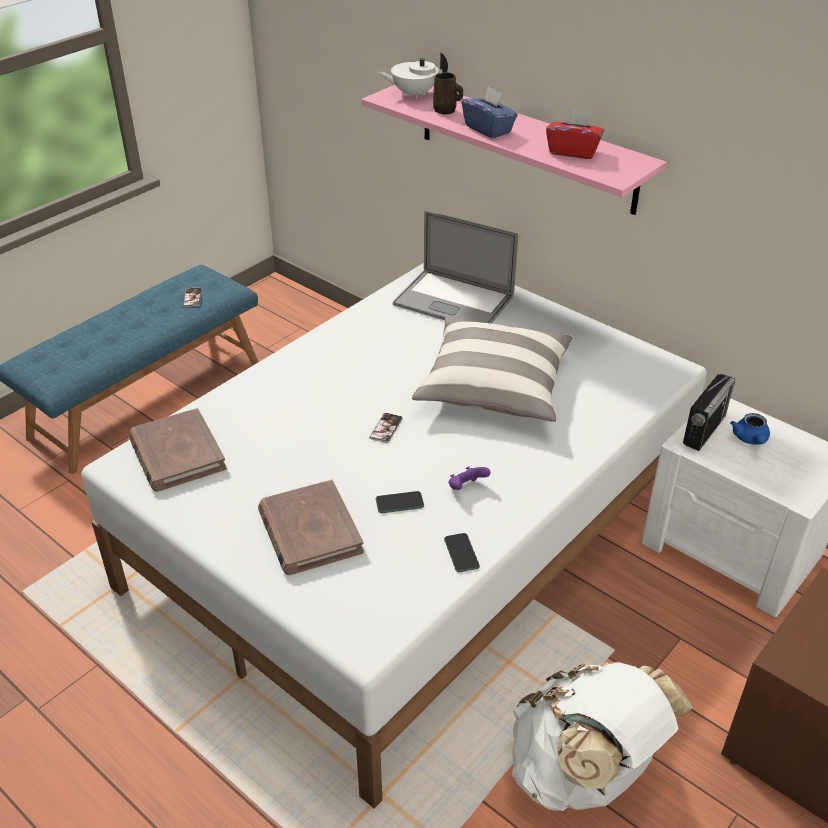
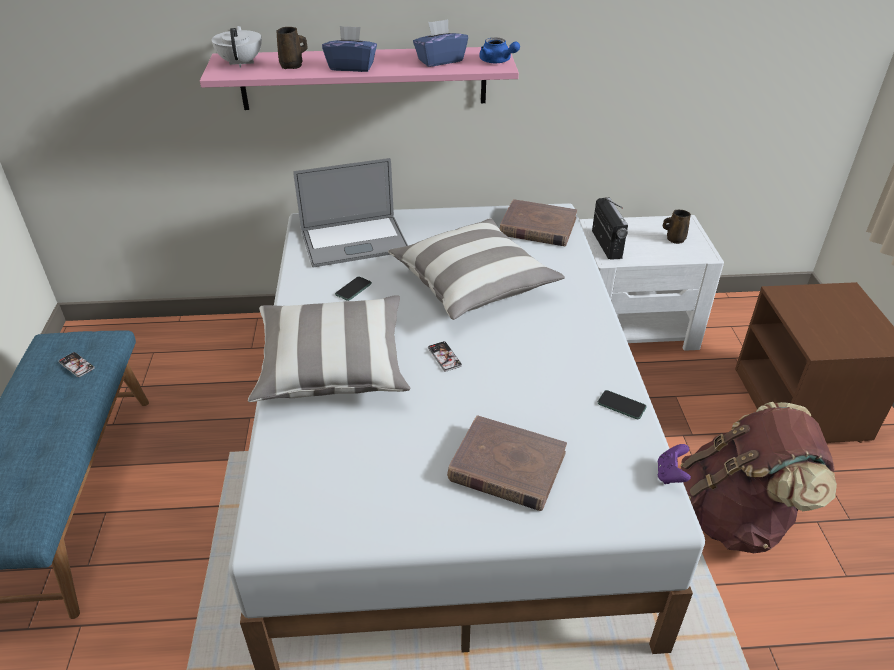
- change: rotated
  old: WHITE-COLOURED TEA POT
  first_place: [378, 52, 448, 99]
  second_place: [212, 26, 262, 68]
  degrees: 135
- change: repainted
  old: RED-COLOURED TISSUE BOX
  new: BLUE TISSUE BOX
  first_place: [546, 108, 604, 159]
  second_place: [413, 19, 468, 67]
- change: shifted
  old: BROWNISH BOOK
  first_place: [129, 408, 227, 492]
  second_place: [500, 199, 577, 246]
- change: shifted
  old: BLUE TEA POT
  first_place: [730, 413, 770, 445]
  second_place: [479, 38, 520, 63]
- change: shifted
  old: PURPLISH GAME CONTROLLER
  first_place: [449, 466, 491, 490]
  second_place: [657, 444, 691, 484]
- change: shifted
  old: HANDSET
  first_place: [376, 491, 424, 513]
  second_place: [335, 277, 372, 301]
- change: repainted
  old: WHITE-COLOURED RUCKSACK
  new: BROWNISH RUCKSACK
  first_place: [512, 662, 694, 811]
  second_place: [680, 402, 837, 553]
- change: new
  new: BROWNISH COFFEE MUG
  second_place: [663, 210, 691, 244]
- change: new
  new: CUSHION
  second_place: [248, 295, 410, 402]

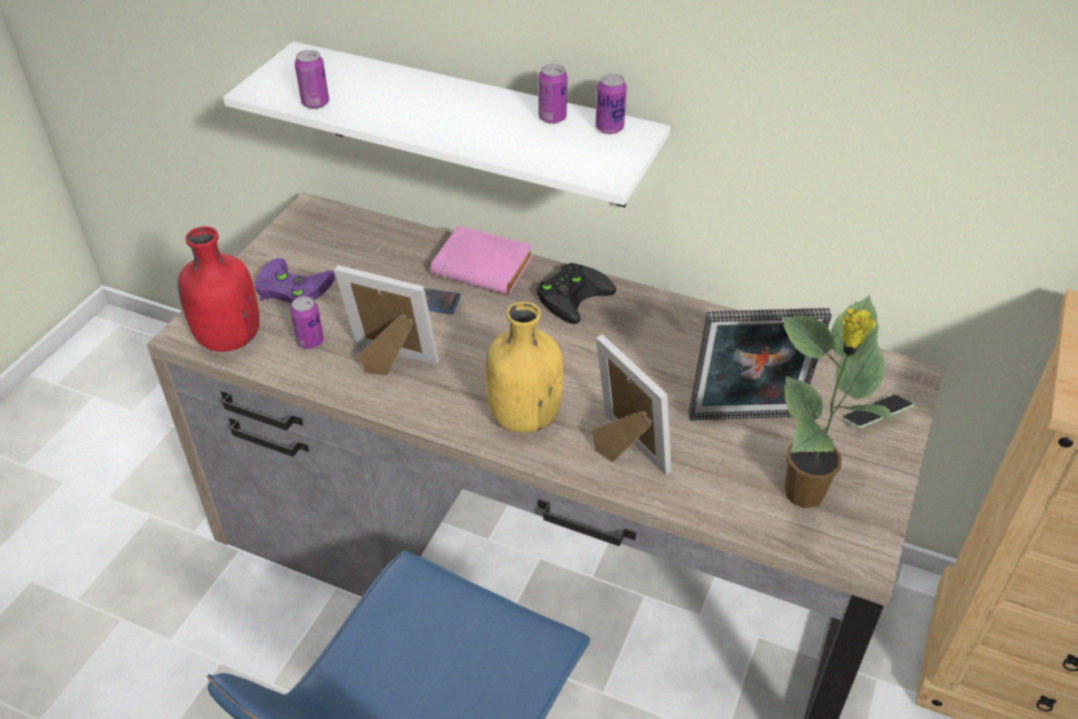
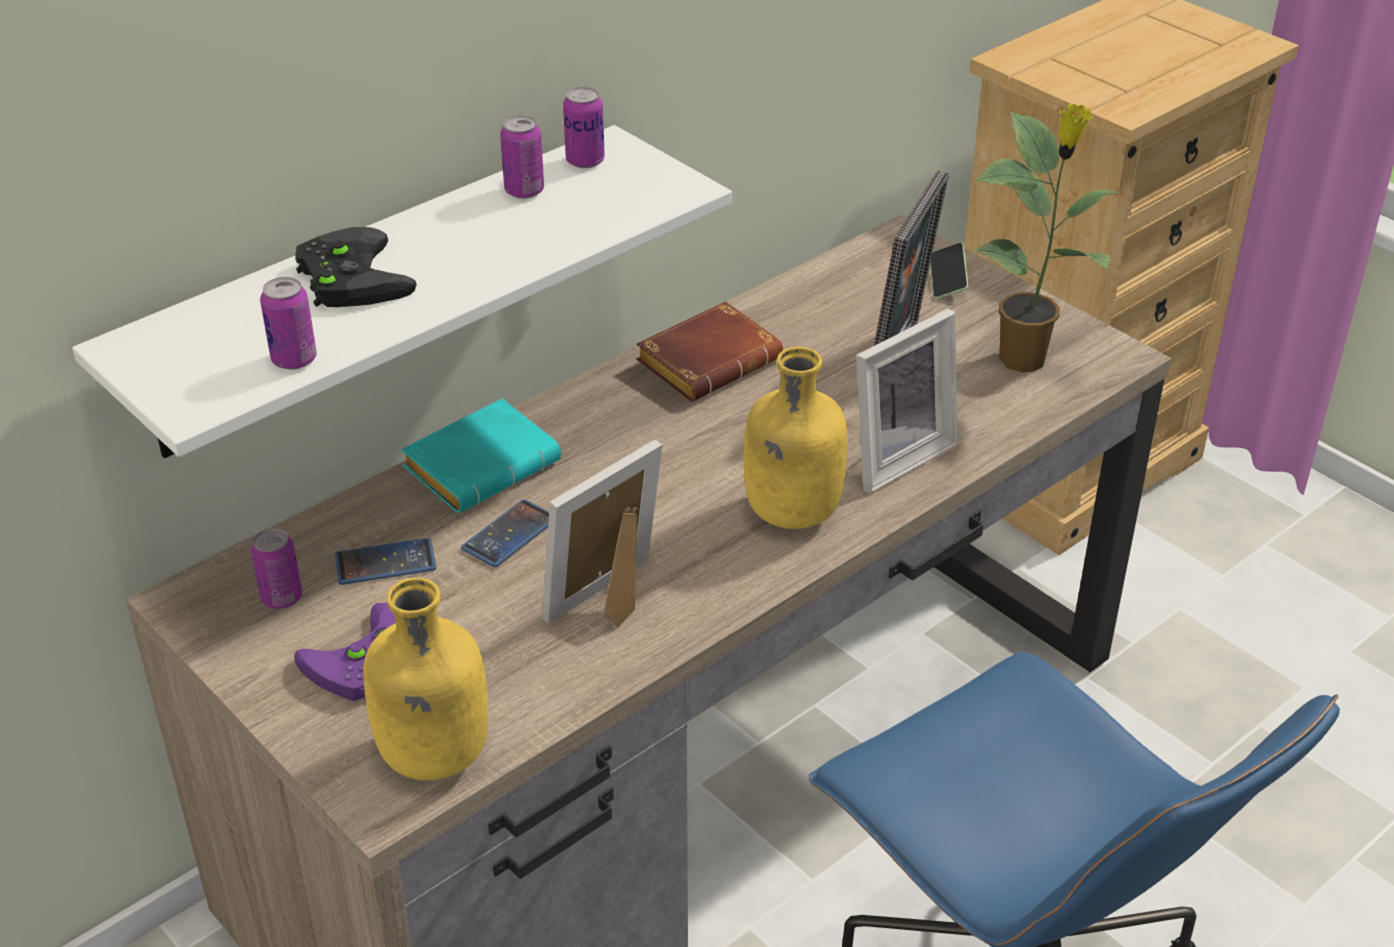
- change: repainted
  old: RED-COLOURED DRINK BOTTLE
  new: YELLOW DRINK BOTTLE
  first_place: [178, 226, 259, 352]
  second_place: [363, 577, 488, 780]
- change: repainted
  old: PINK-COLOURED BOOK
  new: BLUE-GREEN BOOK
  first_place: [431, 226, 533, 294]
  second_place: [401, 399, 561, 513]
- change: shifted
  old: BLACKISH GAME CONTROLLER
  first_place: [537, 263, 616, 324]
  second_place: [296, 227, 417, 307]
- change: shifted
  old: CAN
  first_place: [290, 296, 324, 349]
  second_place: [251, 529, 302, 609]
- change: rotated
  old: PHOTO FRAME
  first_place: [592, 335, 671, 476]
  second_place: [856, 309, 958, 493]
  degrees: 150
- change: new
  new: BROWNISH BOOK
  second_place: [636, 301, 783, 402]
- change: new
  new: HANDSET
  second_place: [335, 538, 436, 585]

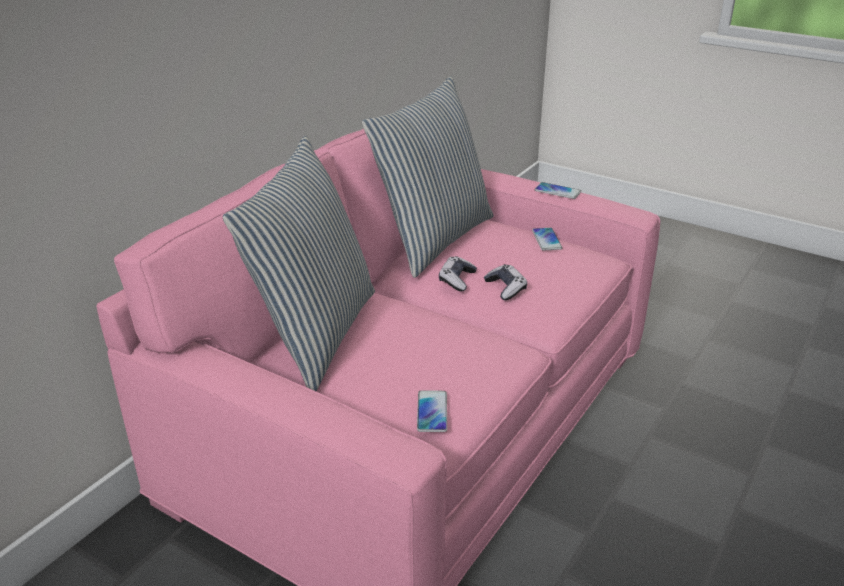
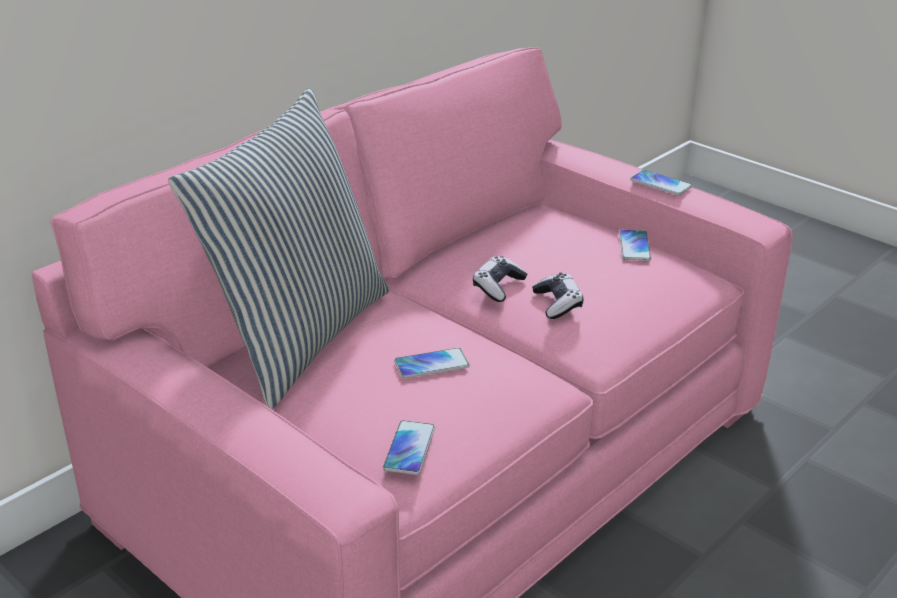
- change: gone
  old: CUSHION
  first_place: [362, 76, 493, 278]
- change: new
  new: HANDSET
  second_place: [394, 348, 469, 378]

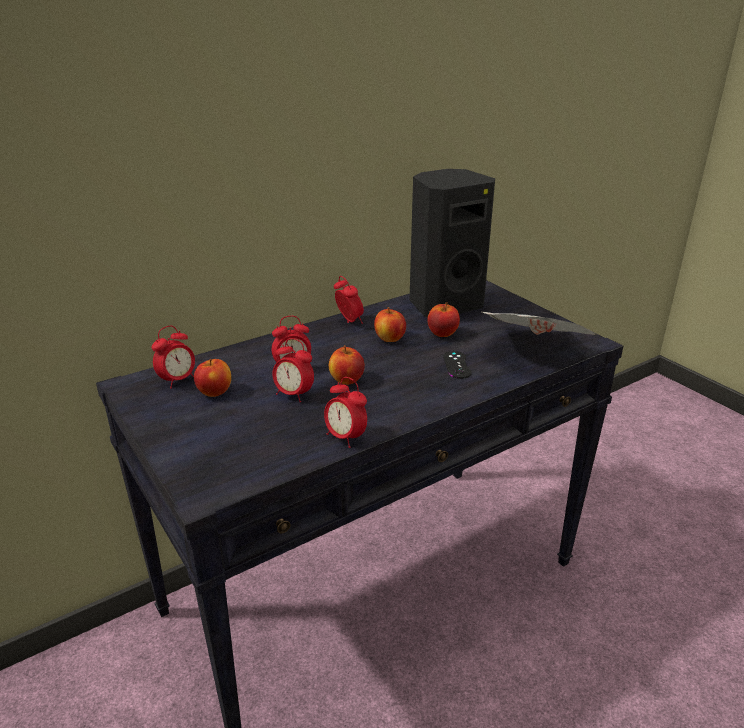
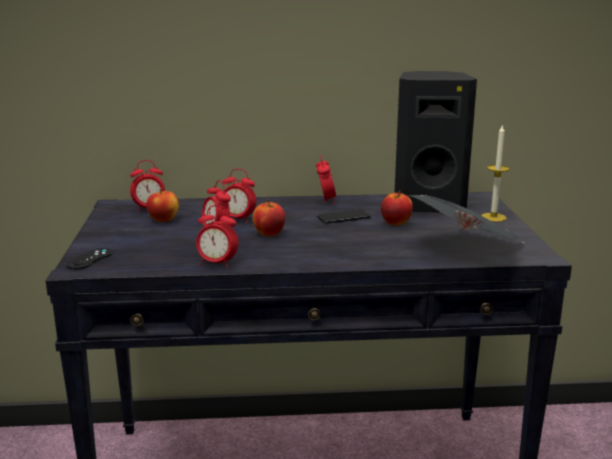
- change: swapped
  old: WHOLE APPLE
  new: HANDSET
  first_place: [374, 307, 406, 342]
  second_place: [317, 209, 371, 224]
- change: shifted
  old: BLACKISH GAME CONTROLLER
  first_place: [443, 351, 472, 379]
  second_place: [66, 248, 113, 270]
- change: rotated
  old: TABLE CLOCK
  first_place: [324, 377, 367, 448]
  second_place: [196, 205, 238, 268]
  degrees: -60
- change: new
  new: CANDLE
  second_place: [481, 124, 510, 222]

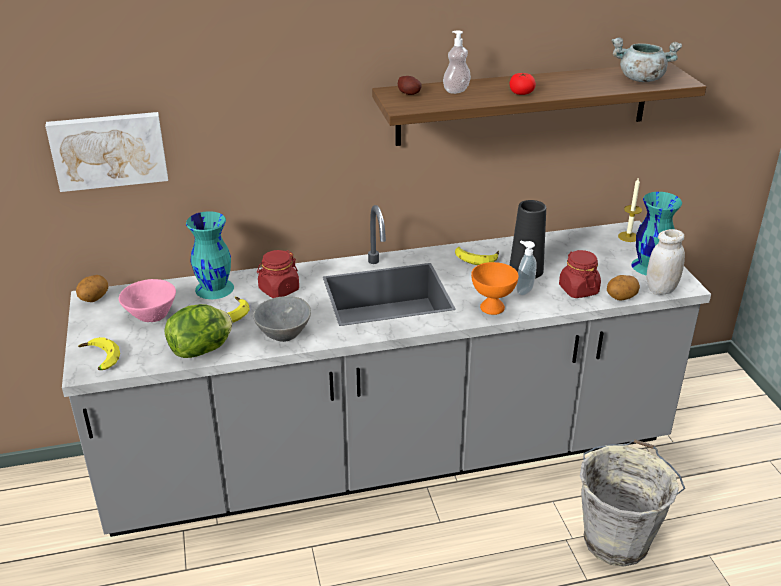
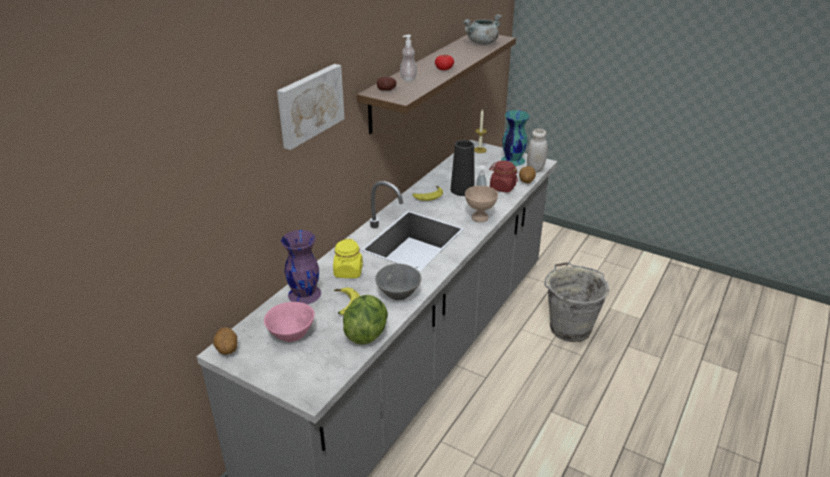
- change: shifted
  old: WALL ART
  first_place: [45, 112, 168, 192]
  second_place: [277, 64, 345, 150]
- change: repainted
  old: BLUE-GREEN DECORATIVE VASE
  new: PURPLISH DECORATIVE VASE
  first_place: [186, 211, 234, 299]
  second_place: [281, 230, 321, 304]
- change: repainted
  old: RED-COLOURED STORAGE JAR
  new: YELLOW STORAGE JAR
  first_place: [257, 250, 299, 298]
  second_place: [333, 239, 363, 278]
- change: repainted
  old: ORANGEY SERVING BOWL
  new: SAND-COLOURED SERVING BOWL
  first_place: [471, 262, 518, 315]
  second_place: [465, 186, 498, 222]
- change: gone
  old: WHOLE BANANA
  first_place: [78, 337, 120, 370]

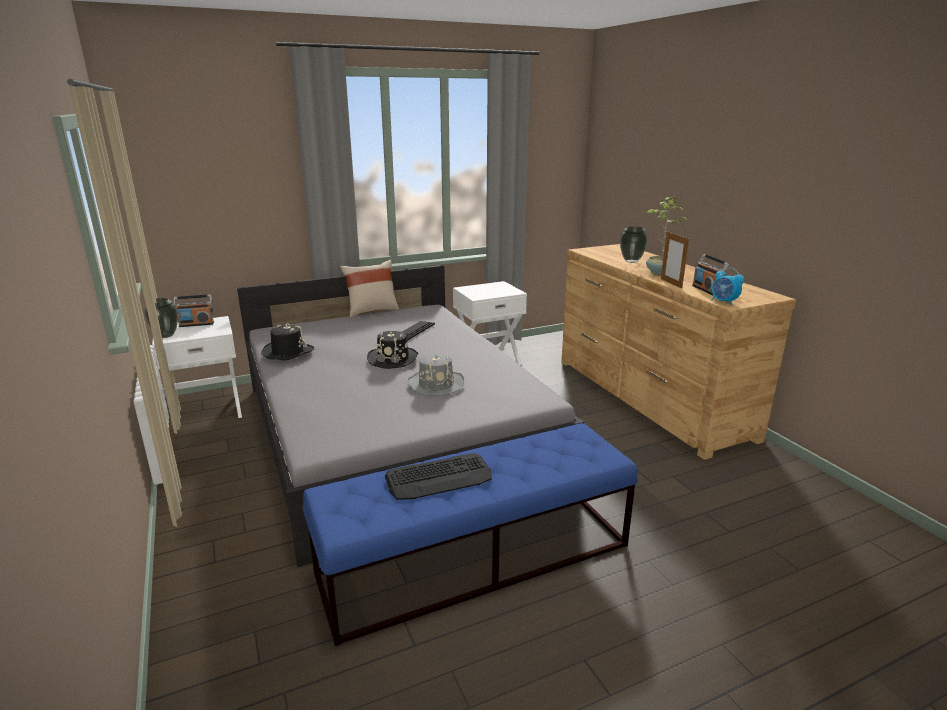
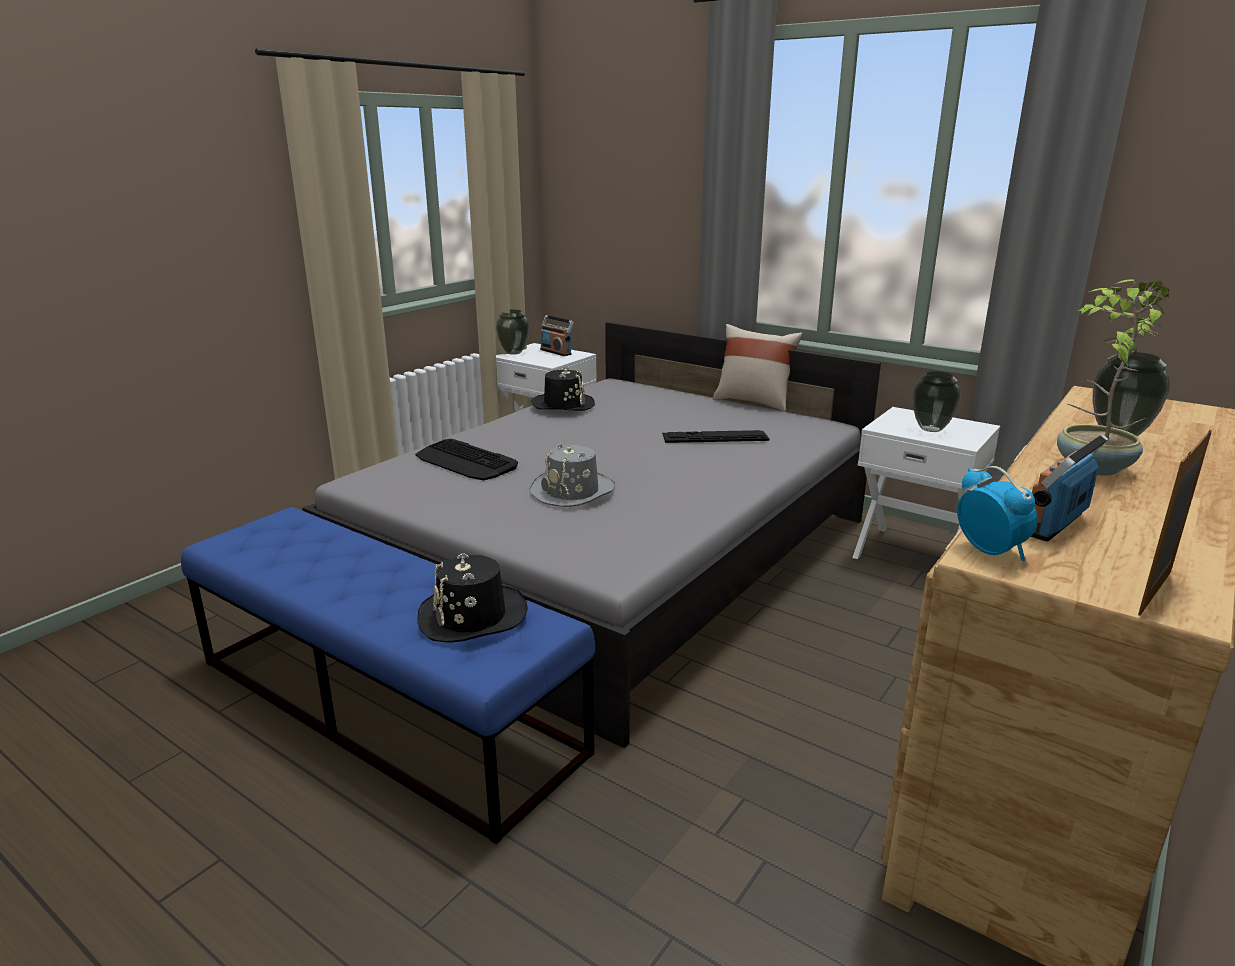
- change: shifted
  old: PHOTO FRAME
  first_place: [661, 232, 689, 289]
  second_place: [1138, 429, 1212, 616]
- change: rotated
  old: TABLE CLOCK
  first_place: [711, 268, 744, 305]
  second_place: [957, 466, 1037, 561]
  degrees: 135
- change: shifted
  old: BLACKISH CLOTHING HAT
  first_place: [367, 331, 418, 369]
  second_place: [417, 553, 528, 643]
- change: shifted
  old: COMPUTER KEYBOARD
  first_place: [385, 453, 492, 500]
  second_place: [415, 439, 518, 480]
- change: new
  new: DECORATIVE VASE
  second_place: [912, 371, 961, 432]

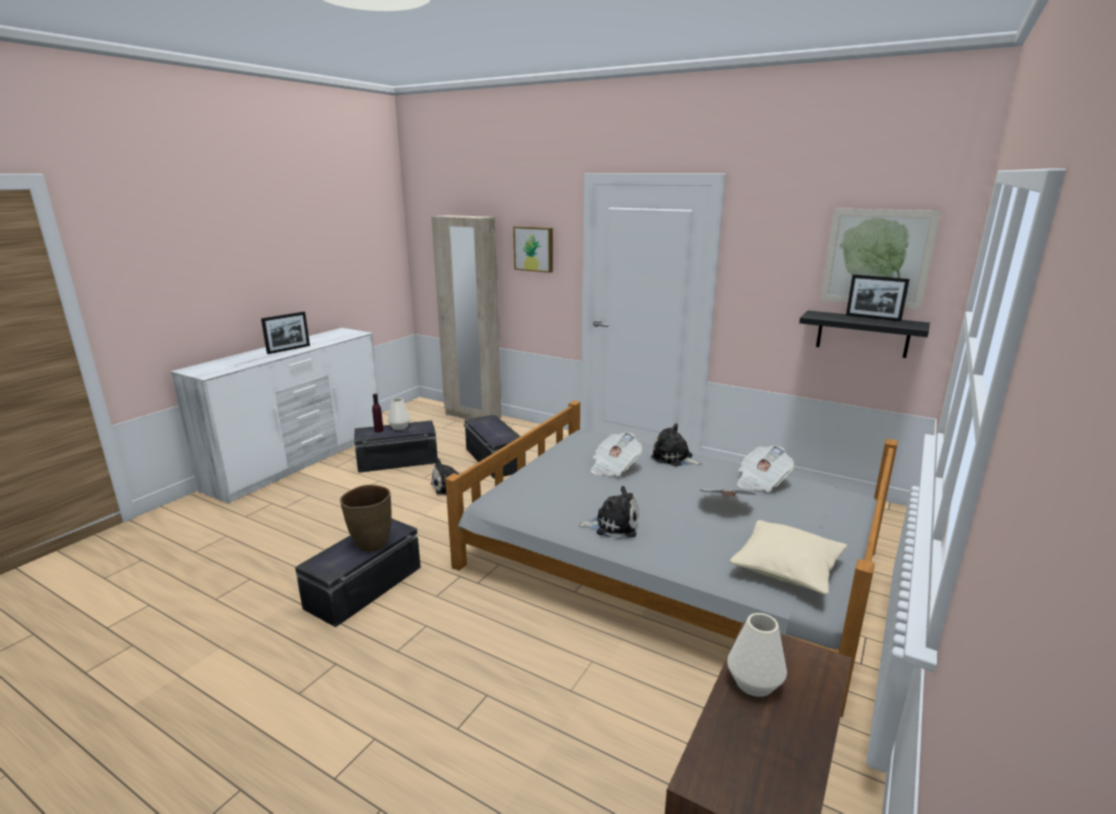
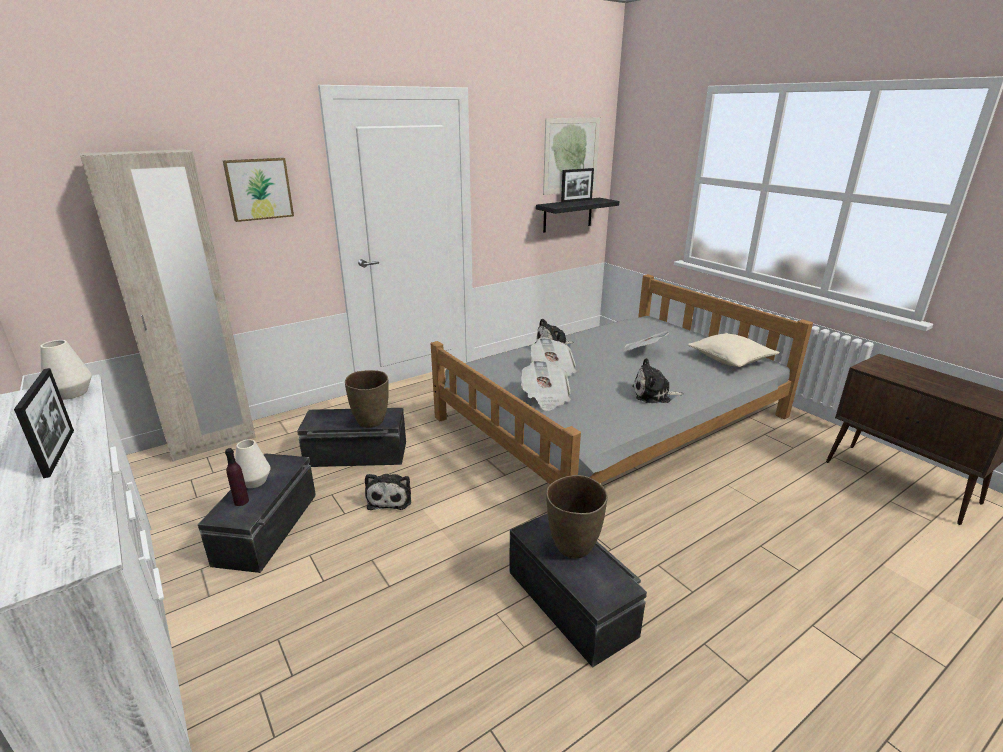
- change: shifted
  old: PRINTED PAPER
  first_place: [737, 445, 794, 492]
  second_place: [521, 360, 571, 411]
- change: rotated
  old: CUDDLY TOY
  first_place: [579, 486, 639, 539]
  second_place: [632, 358, 684, 403]
  degrees: -120
- change: shifted
  old: WHITE-COLOURED DECORATIVE VASE
  first_place: [727, 613, 787, 697]
  second_place: [40, 340, 92, 400]
- change: new
  new: BROWNISH DECORATIVE VASE
  second_place: [345, 370, 389, 428]

